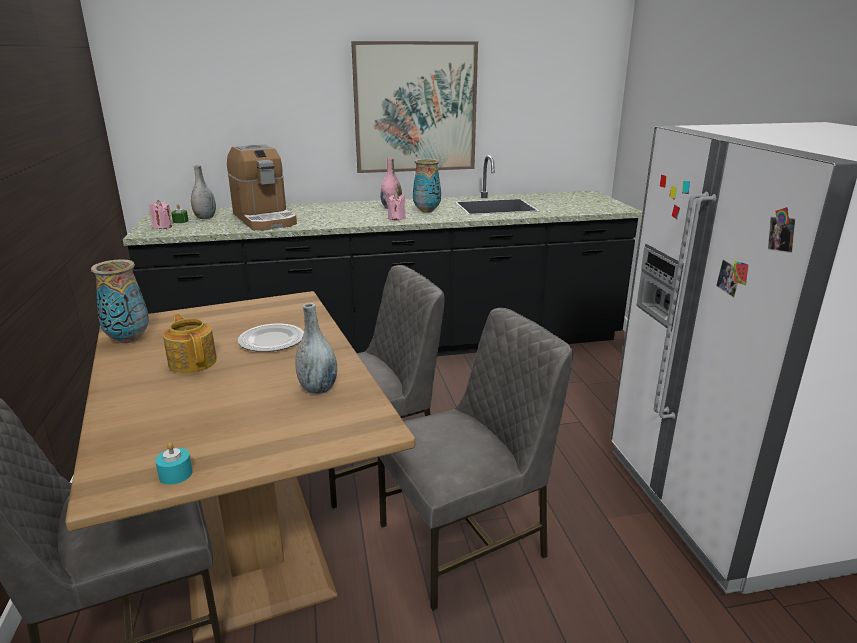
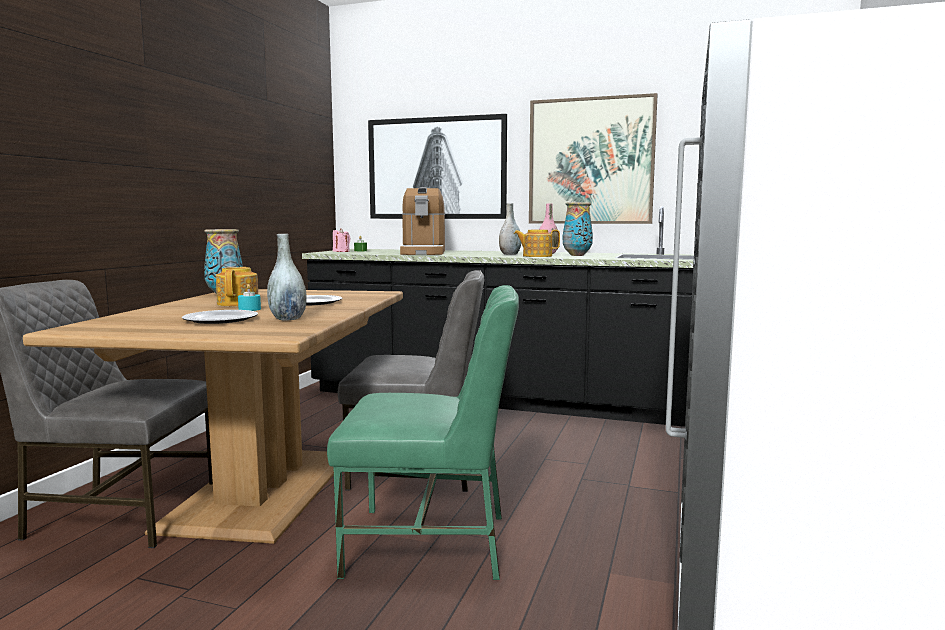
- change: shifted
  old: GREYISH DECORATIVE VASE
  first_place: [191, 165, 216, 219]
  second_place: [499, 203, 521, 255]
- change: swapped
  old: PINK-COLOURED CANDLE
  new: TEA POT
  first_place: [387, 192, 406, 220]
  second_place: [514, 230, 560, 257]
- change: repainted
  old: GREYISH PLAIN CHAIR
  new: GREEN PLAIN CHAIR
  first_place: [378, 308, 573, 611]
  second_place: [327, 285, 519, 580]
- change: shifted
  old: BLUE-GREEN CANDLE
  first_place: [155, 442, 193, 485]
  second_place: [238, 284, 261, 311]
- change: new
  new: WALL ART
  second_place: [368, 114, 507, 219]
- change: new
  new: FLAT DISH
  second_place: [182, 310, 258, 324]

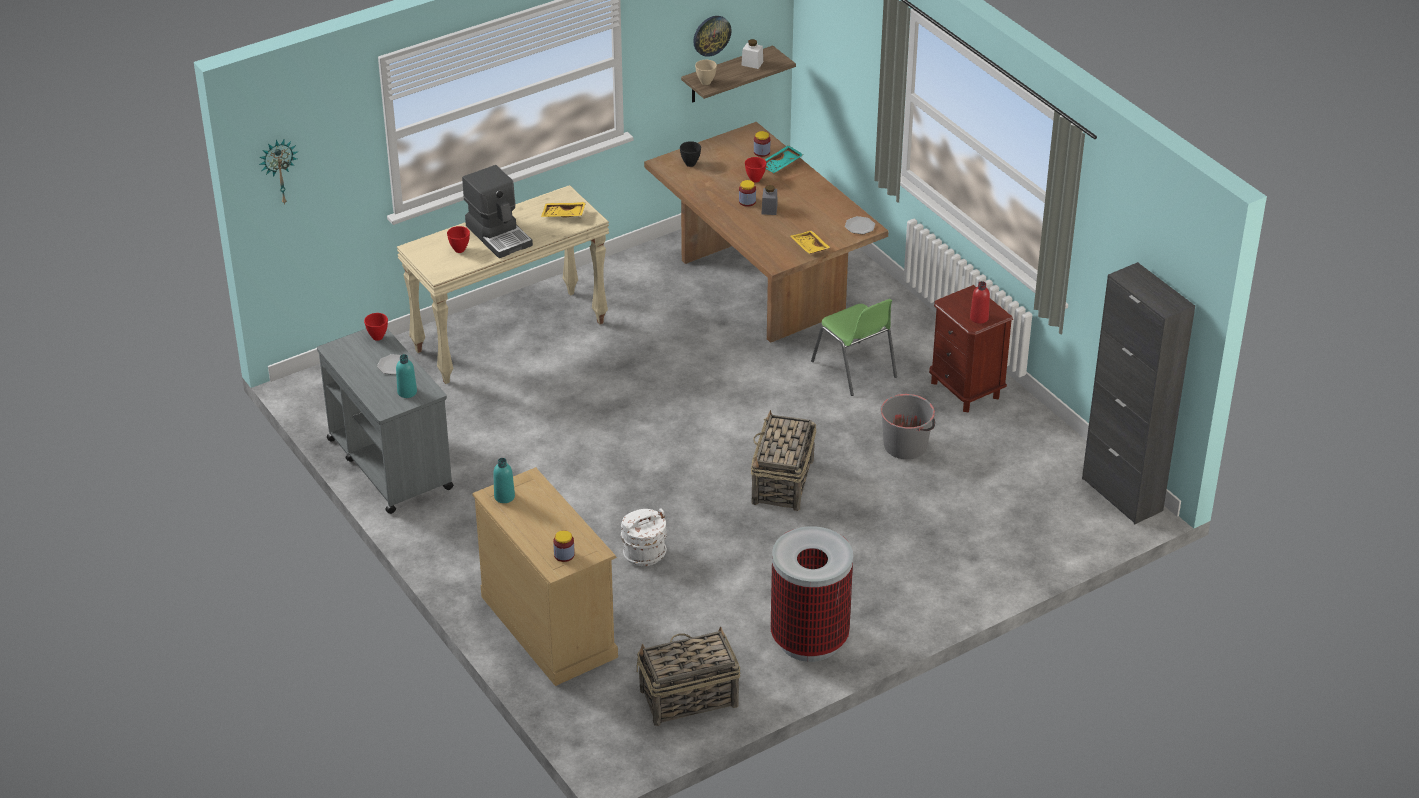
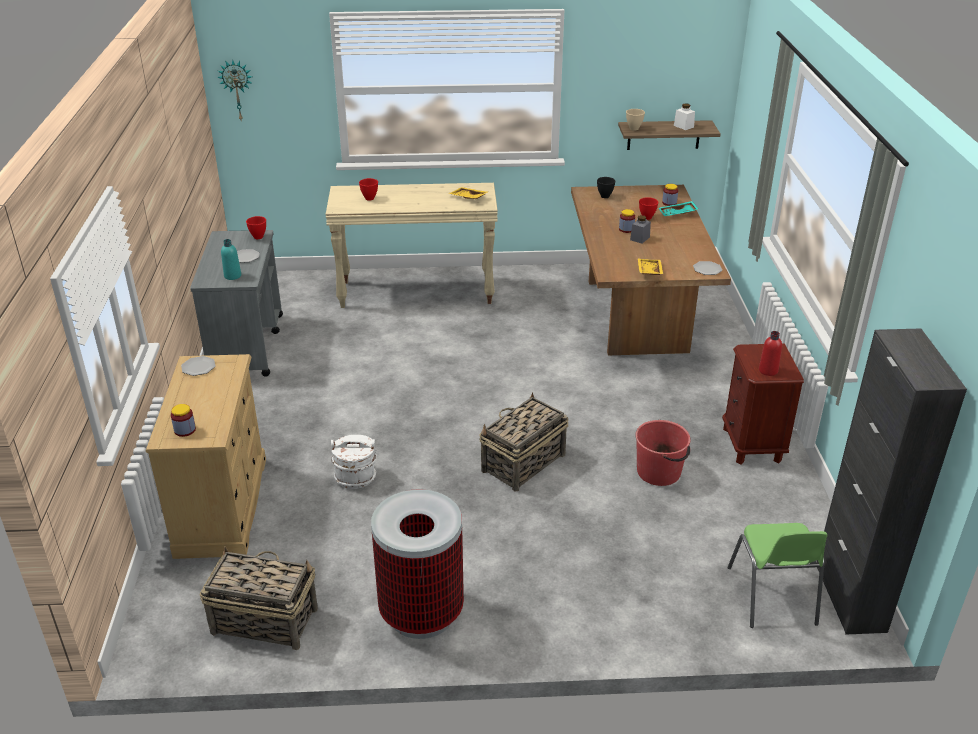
- change: gone
  old: CLOCK ON THE WALL
  first_place: [693, 16, 732, 57]
- change: gone
  old: COFFEE BREWER
  first_place: [462, 165, 533, 258]
- change: shifted
  old: GREEN PLAIN CHAIR
  first_place: [811, 299, 897, 396]
  second_place: [728, 523, 828, 628]
- change: repainted
  old: GREYISH PAIL
  new: RED-COLOURED PAIL
  first_place: [880, 394, 935, 459]
  second_place: [635, 420, 690, 486]
- change: swapped
  old: BLUE-GREEN DRINK BOTTLE
  new: FLAT DISH
  first_place: [493, 458, 515, 503]
  second_place: [181, 356, 216, 376]

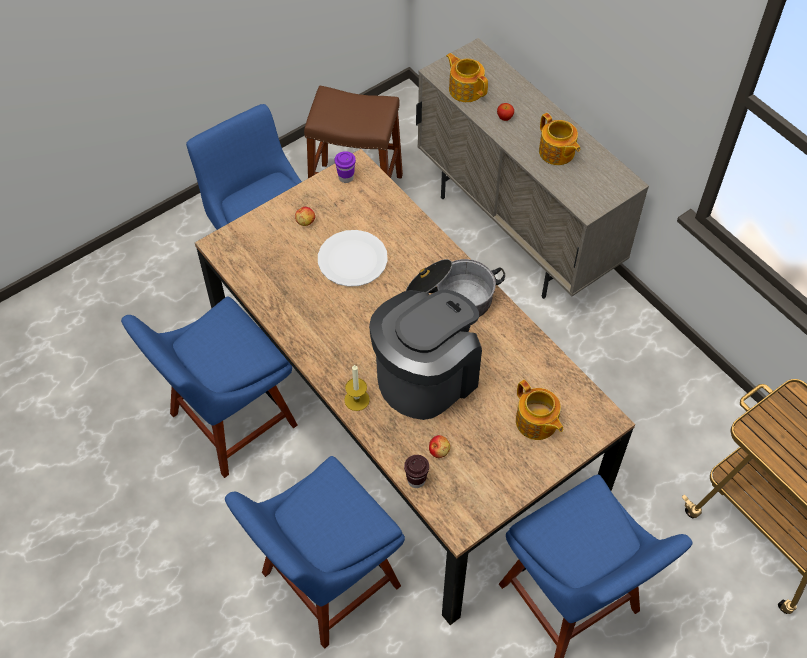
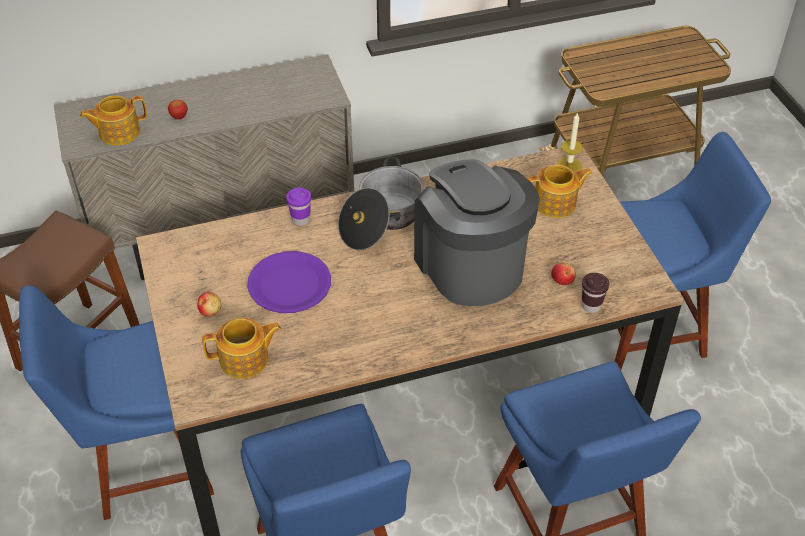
- change: shifted
  old: TEA POT
  first_place: [539, 113, 580, 165]
  second_place: [202, 318, 281, 379]
- change: shifted
  old: PURPLISH CUP
  first_place: [335, 151, 356, 183]
  second_place: [286, 188, 311, 226]
- change: repainted
  old: WHITE-COLOURED FLAT DISH
  new: PURPLISH FLAT DISH
  first_place: [318, 230, 388, 287]
  second_place: [247, 251, 331, 313]
- change: shifted
  old: CANDLE
  first_place: [344, 364, 370, 411]
  second_place: [557, 112, 583, 171]

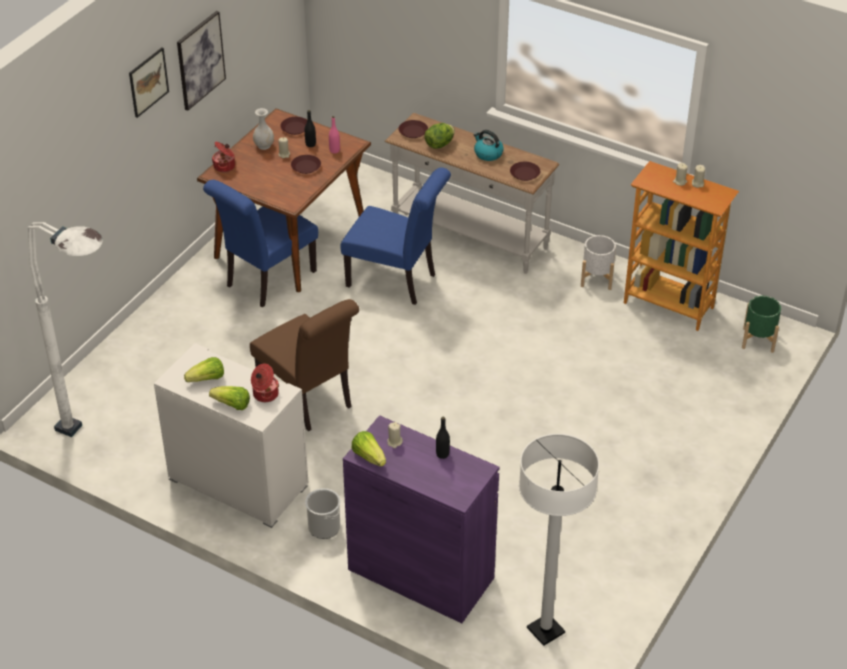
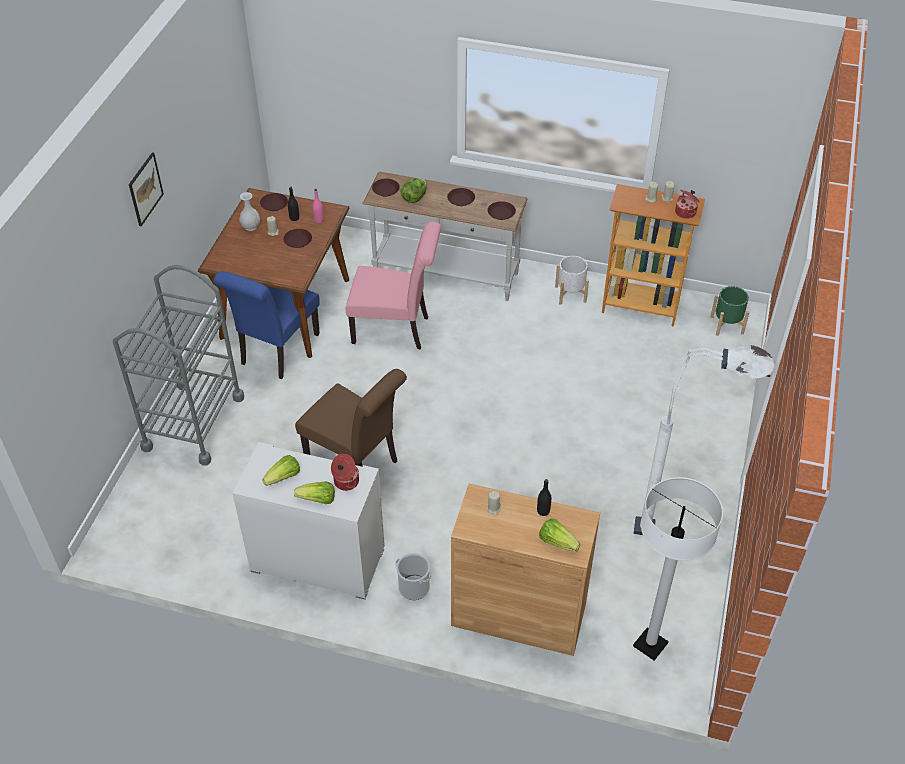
- change: gone
  old: WALL ART
  first_place: [177, 11, 226, 111]
- change: swapped
  old: WATER KETTLE
  new: BROWNISH FLAT DISH
  first_place: [474, 130, 504, 161]
  second_place: [447, 188, 475, 206]
- change: shifted
  old: SAUCEPOT
  first_place: [212, 142, 235, 172]
  second_place: [675, 189, 700, 219]
- change: repainted
  old: BLUE PLAIN CHAIR
  new: PINK-COLOURED PLAIN CHAIR
  first_place: [340, 167, 451, 305]
  second_place: [346, 222, 441, 350]
- change: shifted
  old: WHITE-COLOURED STANDING LAMP
  first_place: [28, 222, 103, 437]
  second_place: [634, 345, 775, 535]
- change: repainted
  old: PURPLISH CUPBOARD
  new: BROWNISH CUPBOARD
  first_place: [343, 415, 499, 623]
  second_place: [451, 484, 600, 656]
- change: shifted
  old: LETTUCE HEAD
  first_place: [351, 431, 386, 467]
  second_place: [539, 518, 580, 551]
- change: new
  new: GREYISH TROLLEY
  second_place: [113, 265, 244, 466]

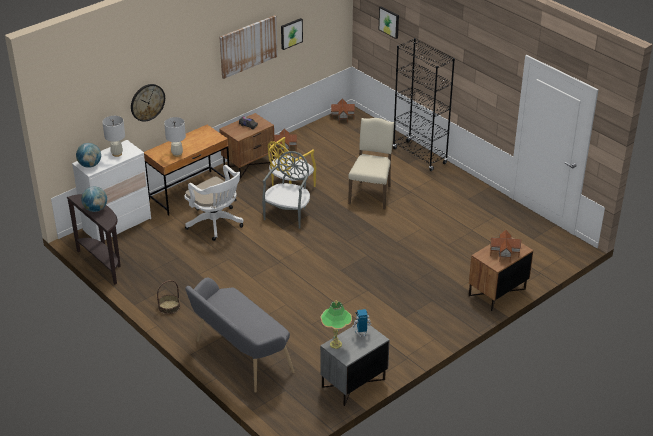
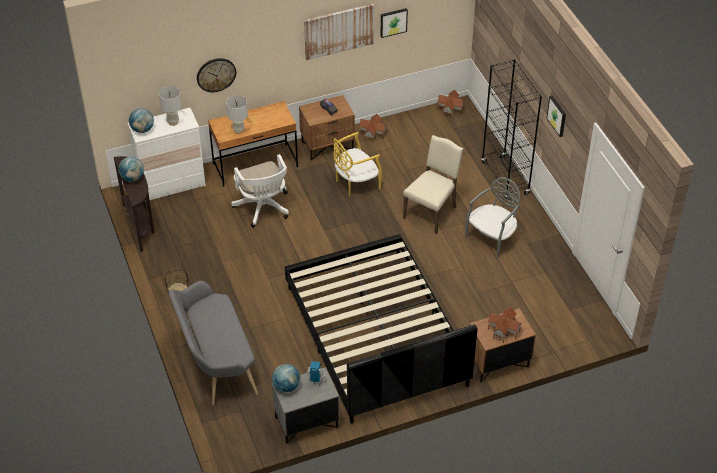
- change: shifted
  old: WALL ART
  first_place: [379, 6, 399, 39]
  second_place: [546, 96, 566, 137]
- change: shifted
  old: GREYISH PLAIN CHAIR
  first_place: [262, 151, 310, 229]
  second_place: [465, 177, 520, 258]
- change: swapped
  old: TABLE LAMP
  new: GLOBE
  first_place: [320, 300, 352, 349]
  second_place: [272, 364, 300, 392]
- change: new
  new: BLACKISH BEDROOM BED
  second_place: [285, 234, 478, 423]

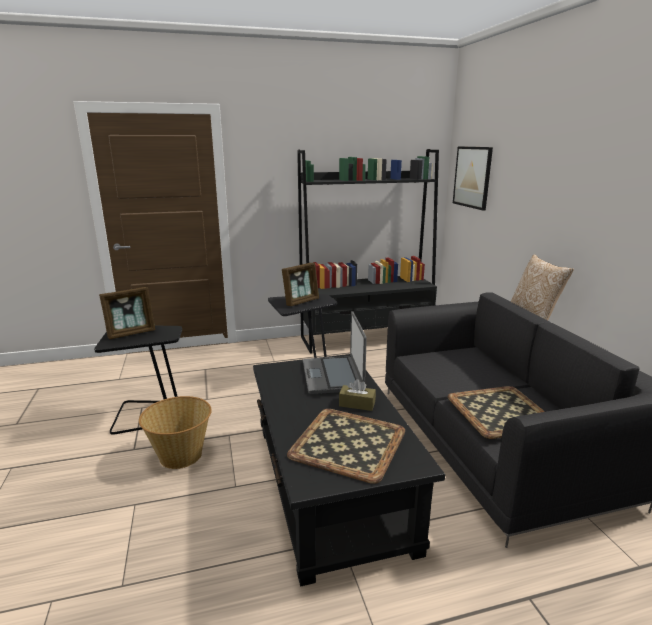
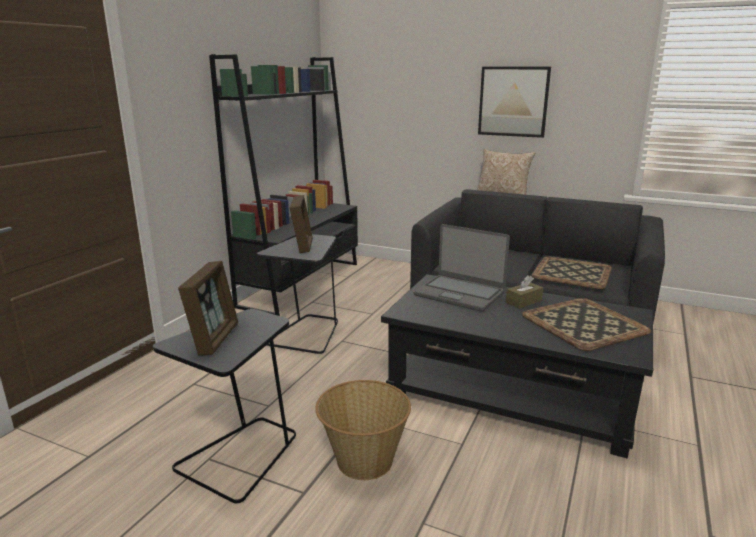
- change: shifted
  old: WALL ART
  first_place: [453, 146, 493, 210]
  second_place: [478, 67, 551, 138]

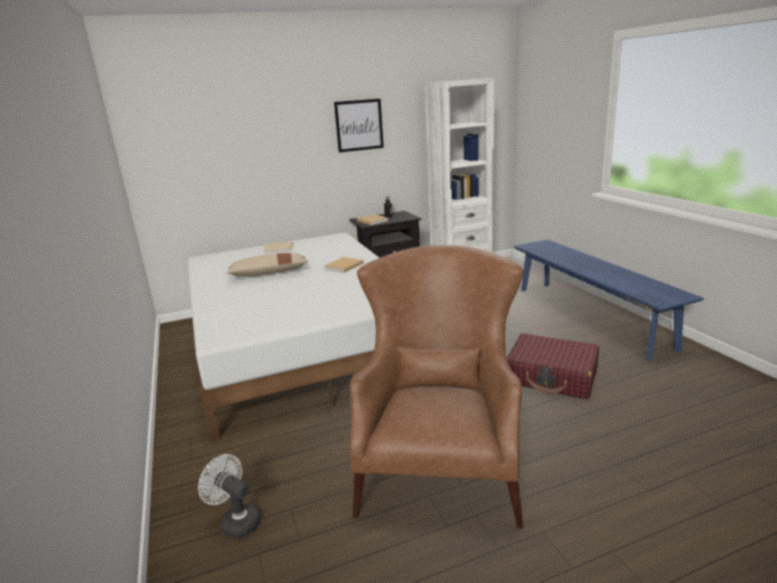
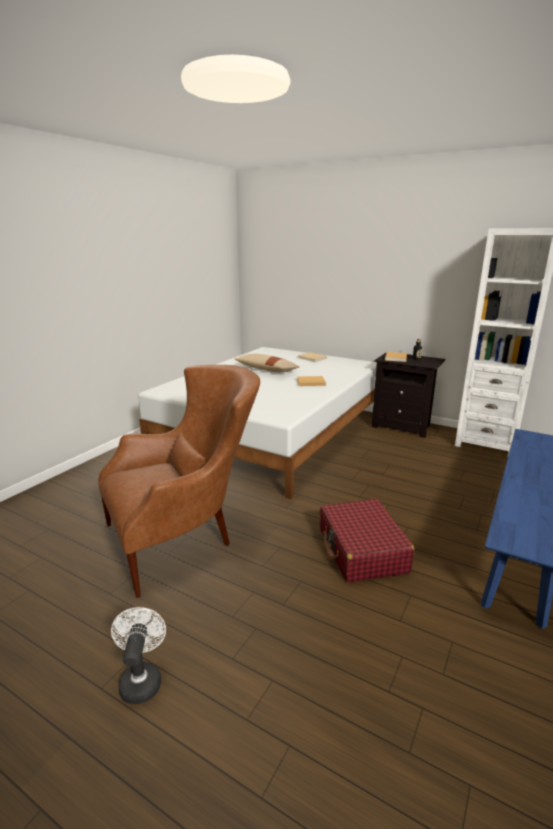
- change: gone
  old: WALL ART
  first_place: [334, 99, 384, 153]
- change: shifted
  old: WHITE-COLOURED COOLING FAN
  first_place: [198, 454, 261, 539]
  second_place: [111, 607, 166, 704]

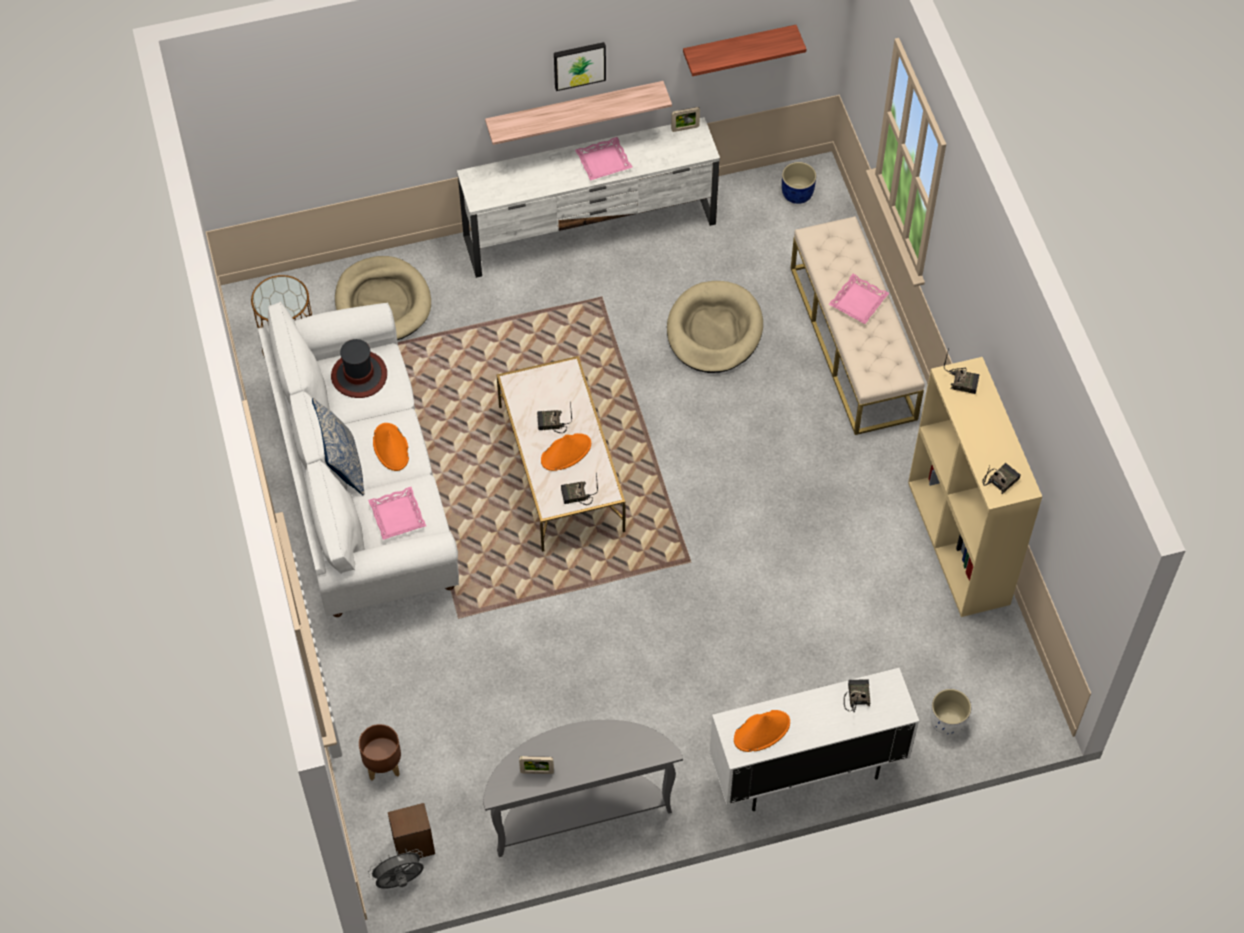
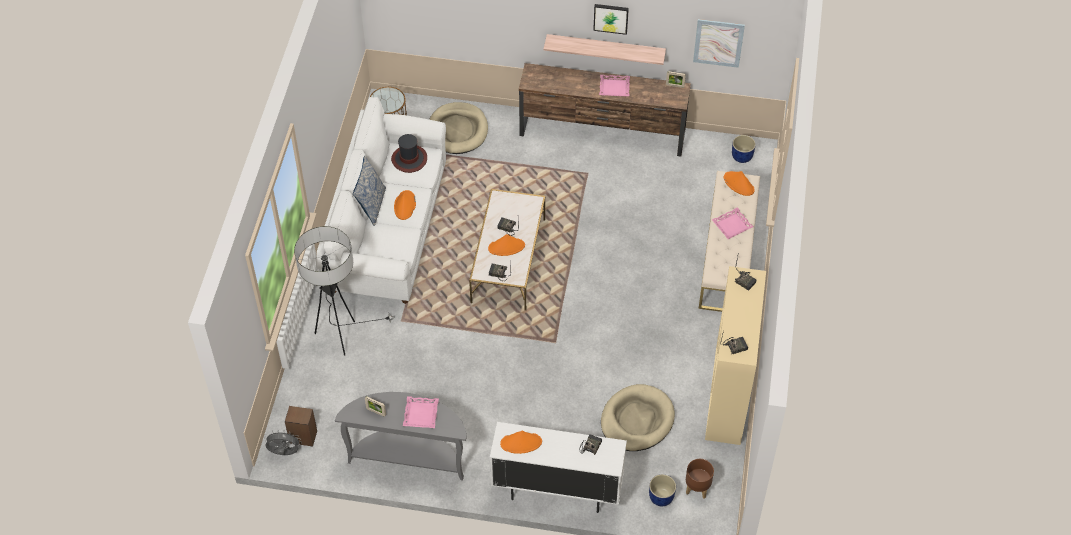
- change: swapped
  old: WALL SHELF
  new: WALL ART
  first_place: [683, 25, 806, 76]
  second_place: [693, 19, 745, 68]
- change: repainted
  old: WHITE-COLOURED TV STAND
  new: BROWNISH TV STAND
  first_place: [457, 117, 720, 278]
  second_place: [519, 63, 691, 156]
- change: shifted
  old: SAND-COLOURED DOG BED
  first_place: [667, 281, 763, 373]
  second_place: [601, 384, 675, 451]
- change: shifted
  old: PINK-COLOURED TRAY
  first_place: [368, 487, 426, 540]
  second_place: [403, 396, 439, 428]
- change: repainted
  old: WHITE-COLOURED PLANTER
  new: BLUE PLANTER
  first_place: [930, 689, 971, 735]
  second_place: [649, 474, 676, 506]
- change: shifted
  old: BROWNISH PLANTER
  first_place: [359, 724, 401, 781]
  second_place: [686, 459, 714, 498]
- change: new
  new: ORANGEY CLOTHING HAT
  second_place: [724, 171, 754, 196]
- change: new
  new: STANDING LAMP
  second_place: [294, 226, 393, 356]

